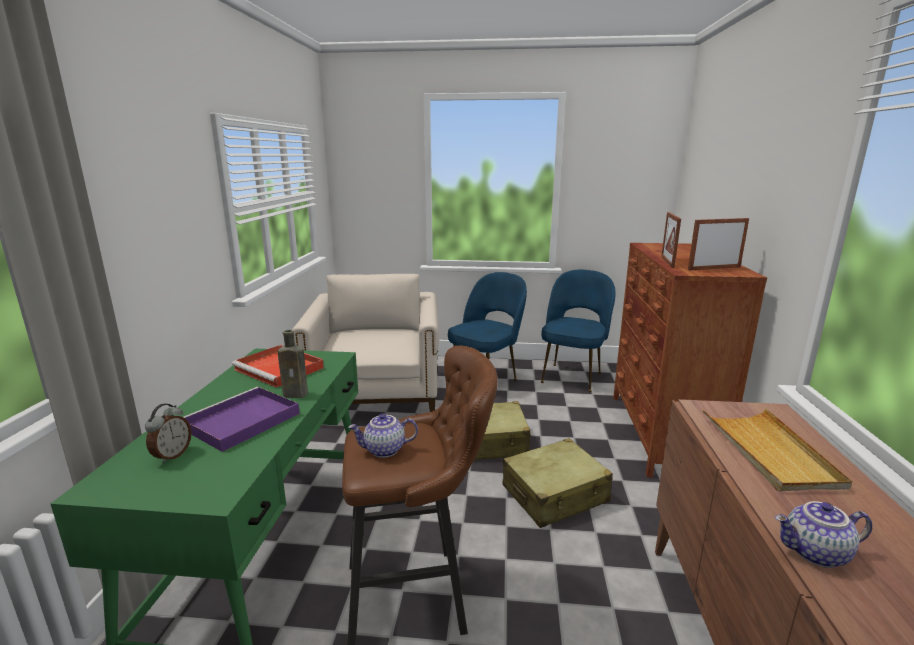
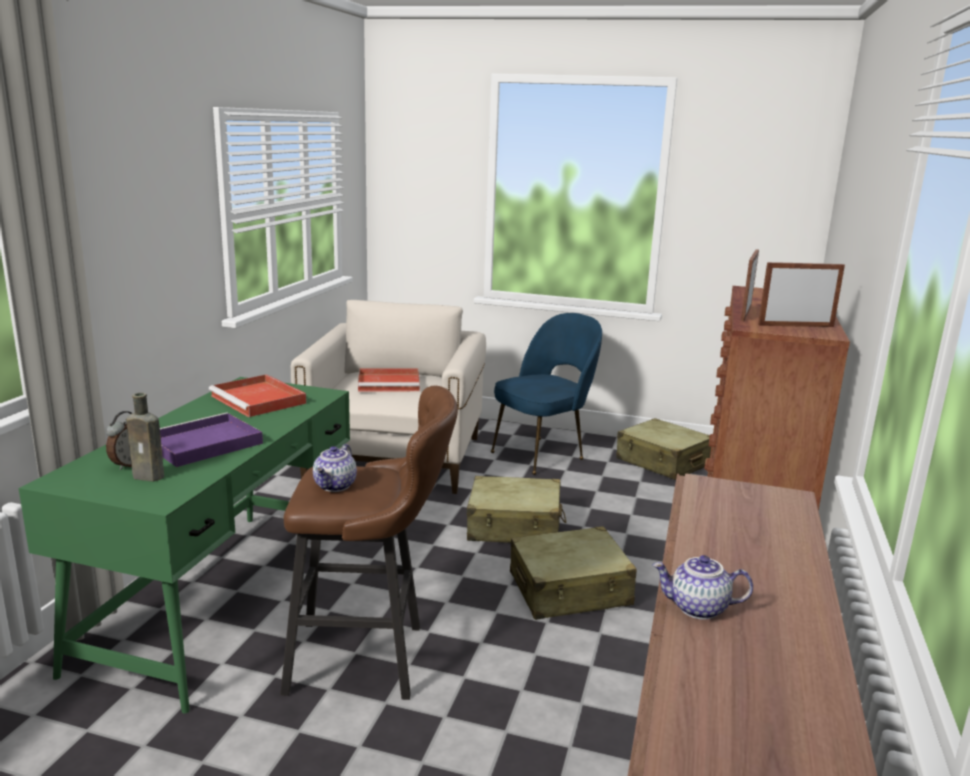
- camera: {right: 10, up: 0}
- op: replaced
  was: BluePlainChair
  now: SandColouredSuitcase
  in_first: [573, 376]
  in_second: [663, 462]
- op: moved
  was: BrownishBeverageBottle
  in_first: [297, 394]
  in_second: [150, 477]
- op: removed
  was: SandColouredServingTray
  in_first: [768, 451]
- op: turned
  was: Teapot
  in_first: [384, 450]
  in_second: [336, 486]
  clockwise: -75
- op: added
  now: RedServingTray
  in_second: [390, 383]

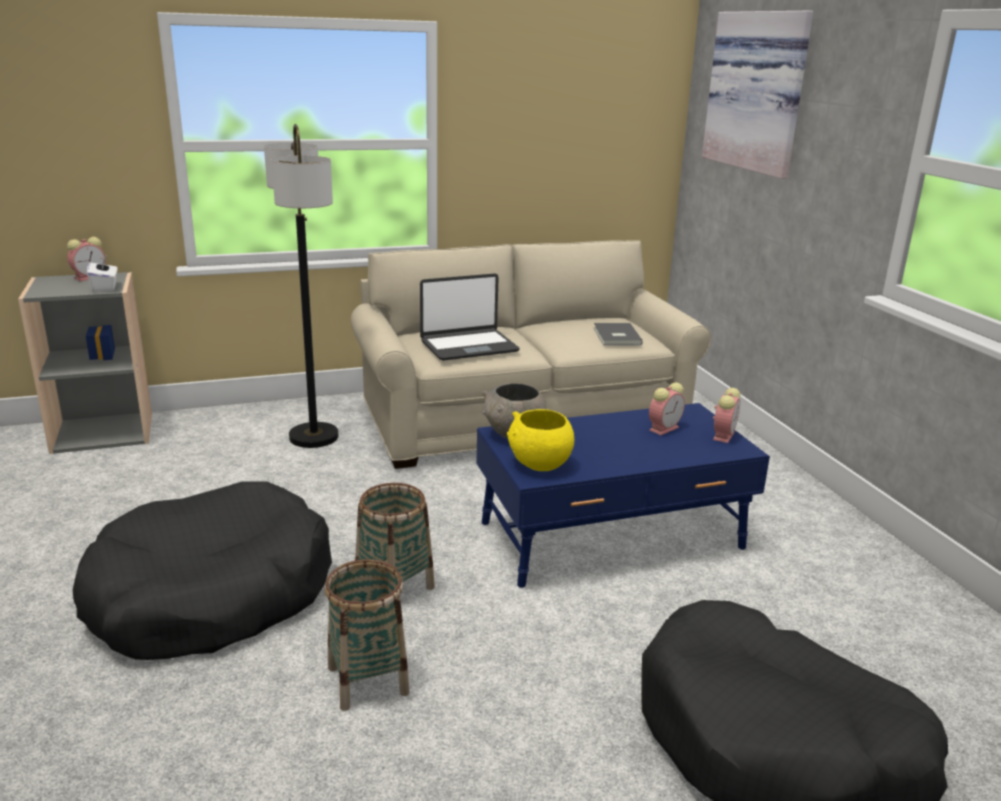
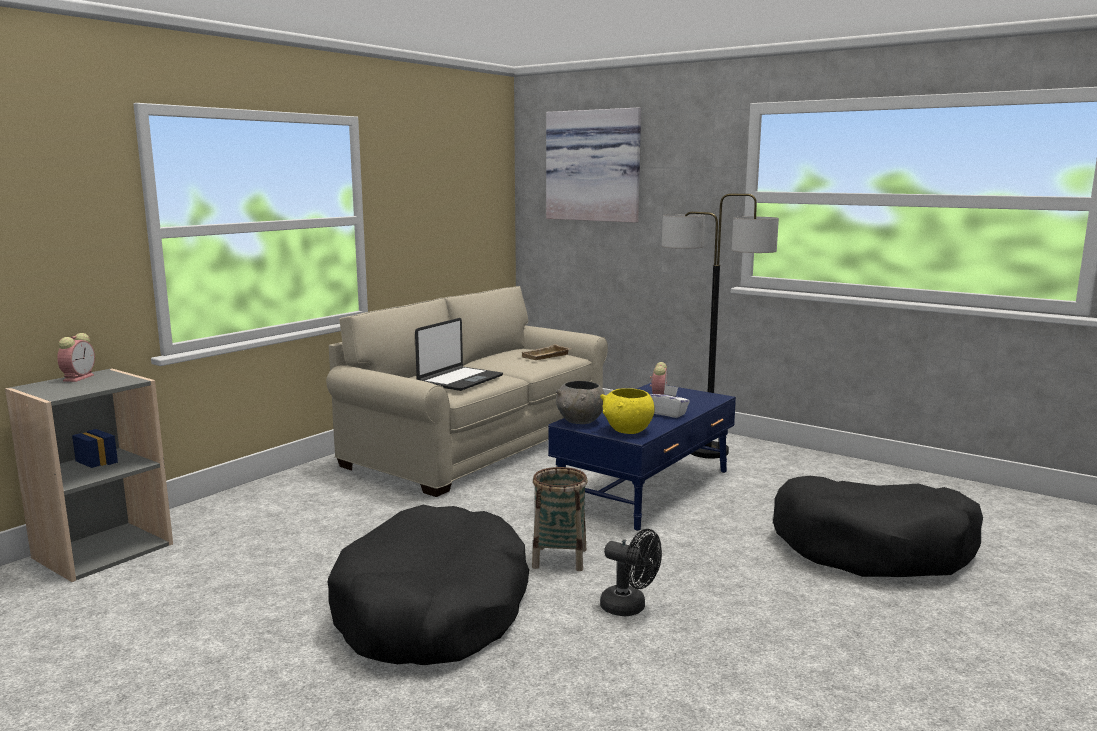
- camera: {right: -35, up: -10}
- op: moved
  was: FloorLamp
  in_first: [314, 437]
  in_second: [707, 451]
- op: moved
  was: WhiteTissueBox
  in_first: [105, 287]
  in_second: [668, 413]
- op: replaced
  was: GreyBoundBook
  now: SandColouredServingTray
  in_first: [615, 336]
  in_second: [546, 356]
- op: removed
  was: TableClock
  in_first: [723, 435]
- op: replaced
  was: Basket
  now: BlackColouredCoolingFan
  in_first: [368, 680]
  in_second: [630, 608]

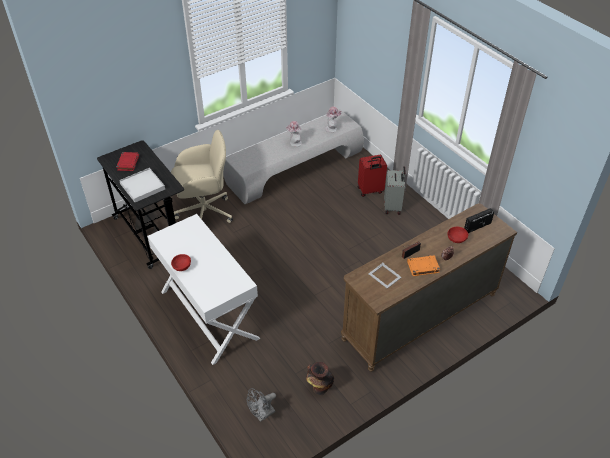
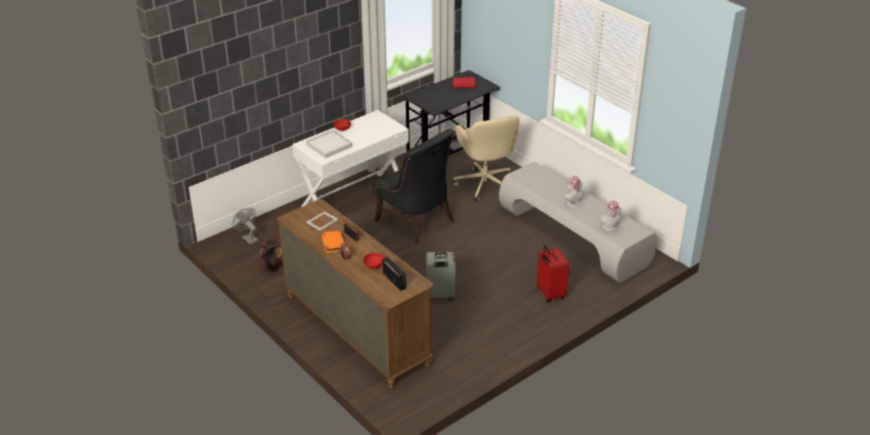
- camera: {right: 85, up: -10}
- op: moved
  was: GreySuitcase
  in_first: [393, 206]
  in_second: [439, 295]
- op: moved
  was: WhiteServingTray
  in_first: [142, 186]
  in_second: [329, 146]
- op: added
  now: BlackColouredPlainChair
  in_second: [416, 221]

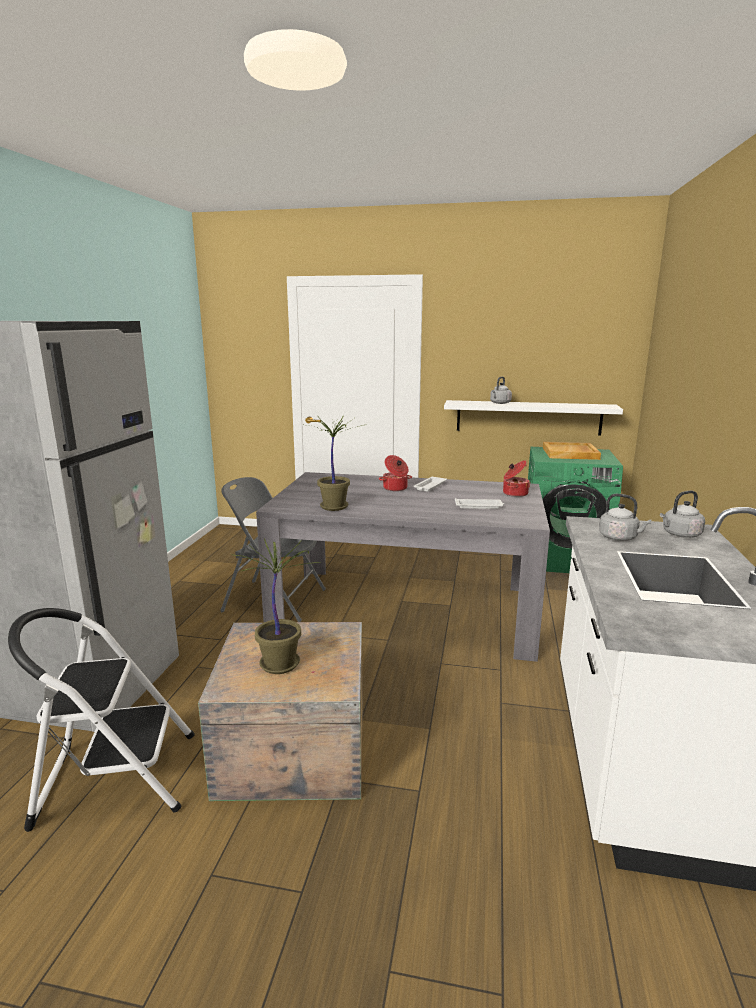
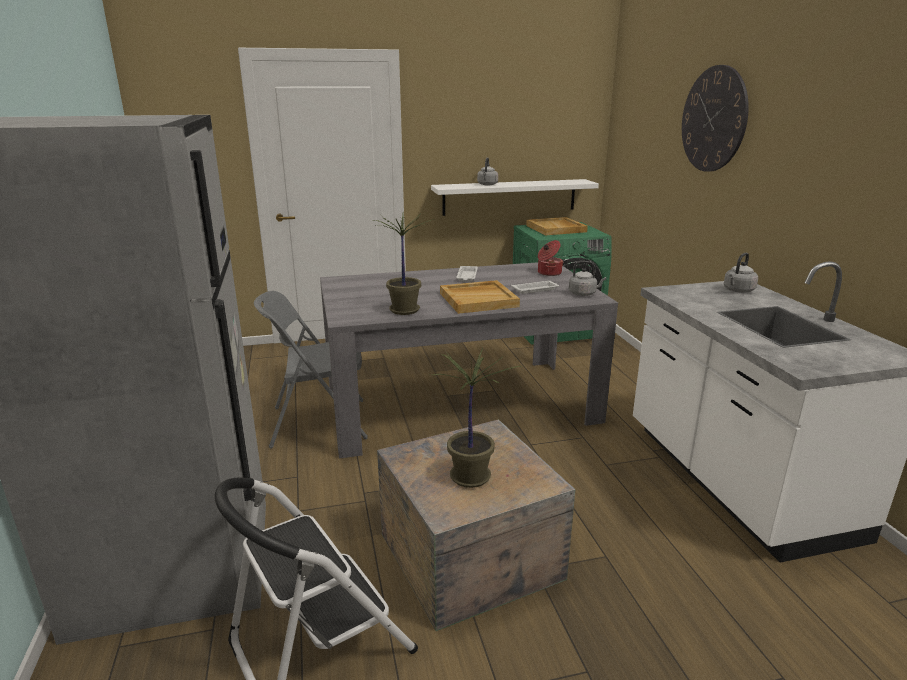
- camera: {right: -25, up: 5}
- op: removed
  was: CookingPot
  in_first: [395, 488]
- op: moved
  was: GreyWaterKettle
  in_first: [620, 538]
  in_second: [584, 294]
- op: added
  now: ClockOnTheWall
  in_second: [713, 119]
- op: added
  now: SandColouredServingTray
  in_second: [478, 299]

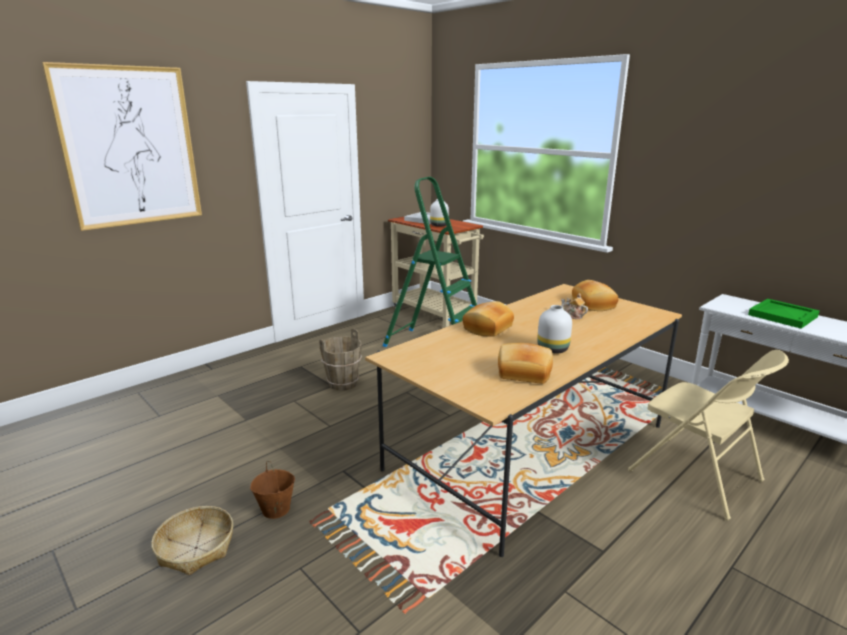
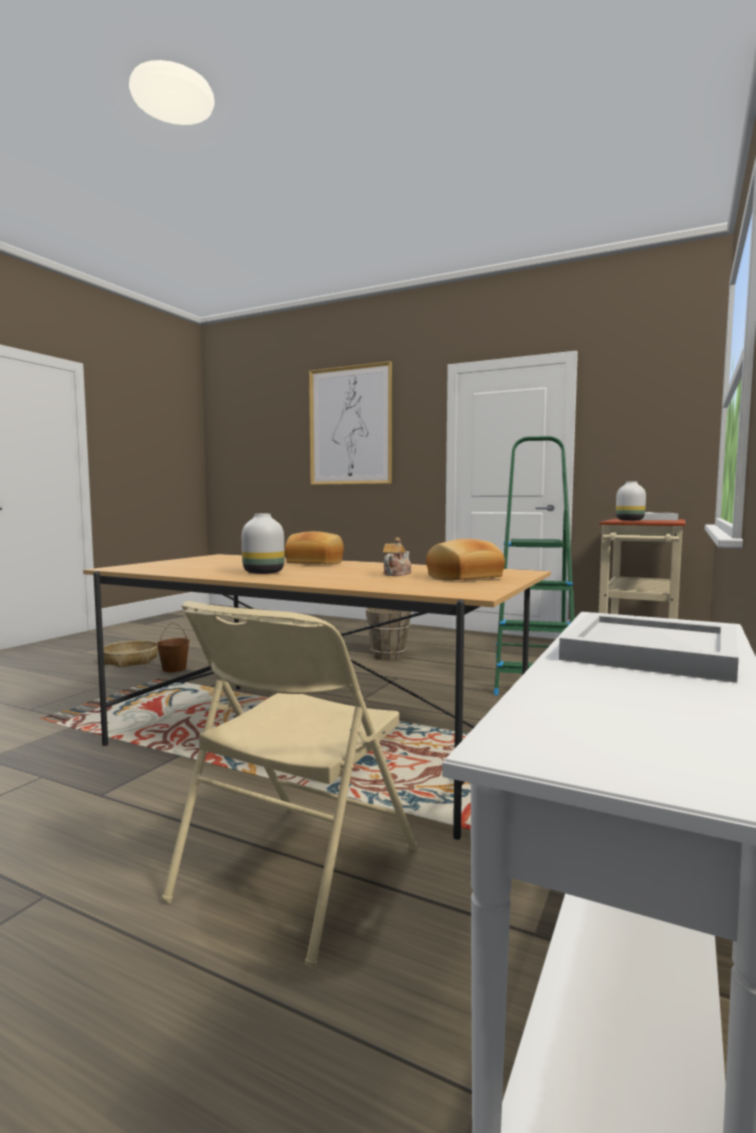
- camera: {right: 70, up: -15}
- op: recoloured
  was: GreenishServingTray
  now: WhiteServingTray
  in_first: [783, 316]
  in_second: [647, 652]
- op: removed
  was: Bread
  in_first: [524, 374]

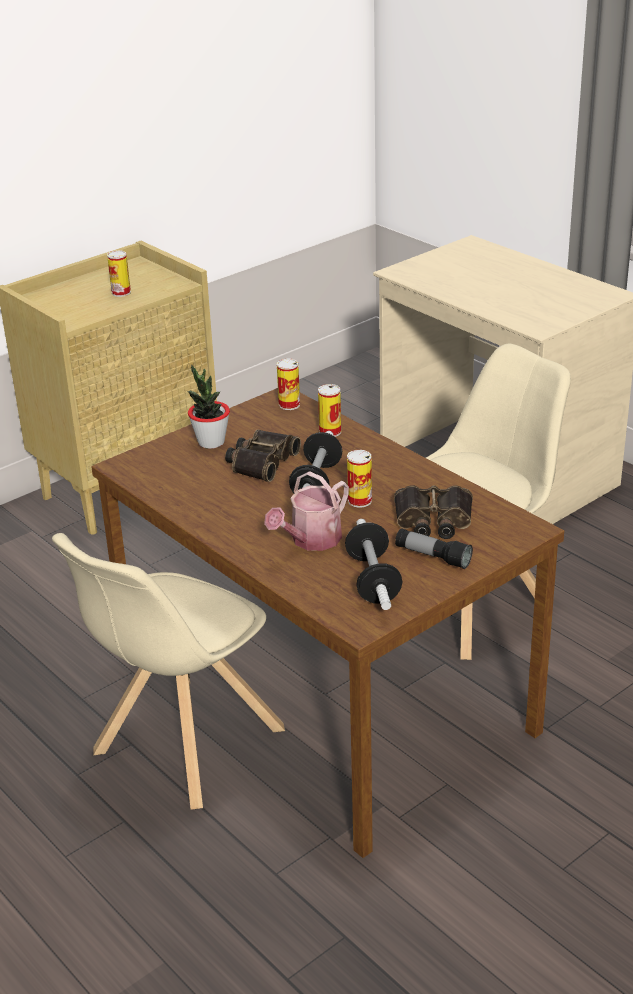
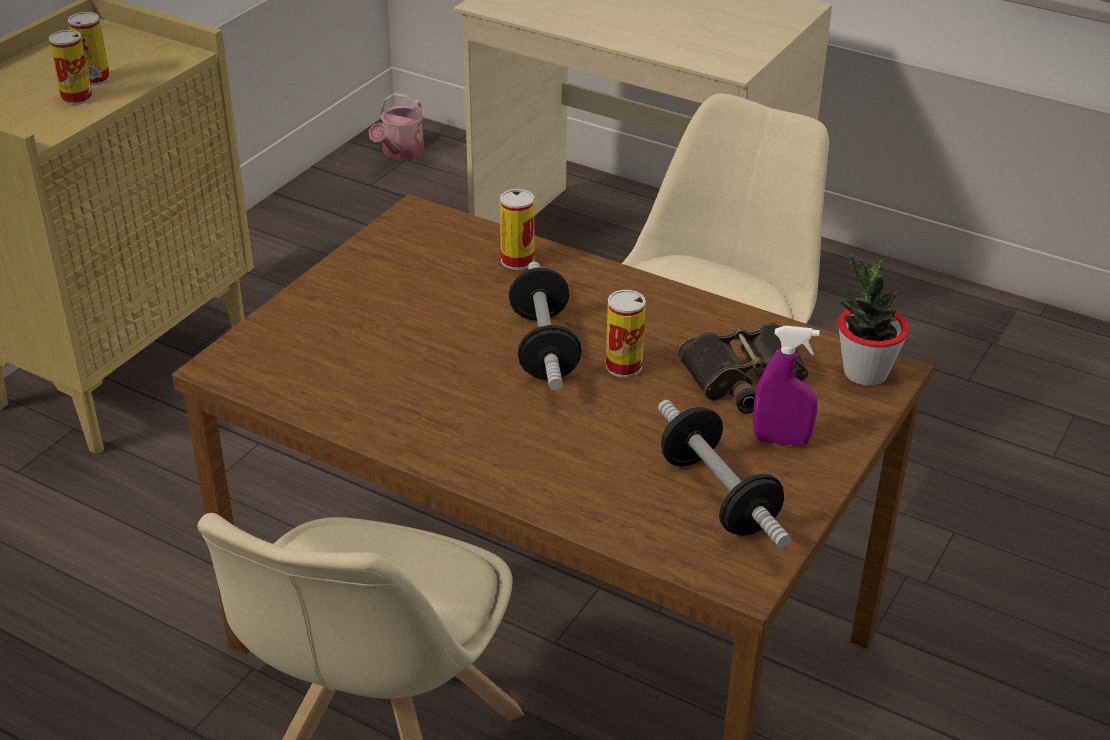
- camera: {right: -20, up: 5}
- op: moved
  was: MetalCan
  in_first: [289, 405]
  in_second: [77, 97]
- op: moved
  was: Houseplant
  in_first: [211, 442]
  in_second: [865, 373]
- op: removed
  was: FieldGlasses
  in_first: [261, 462]
- op: moved
  was: WateringPot
  in_first: [311, 540]
  in_second: [400, 152]
- op: replaced
  was: Flashlight
  now: PurpleColouredHandSprayer
  in_first: [432, 557]
  in_second: [781, 440]

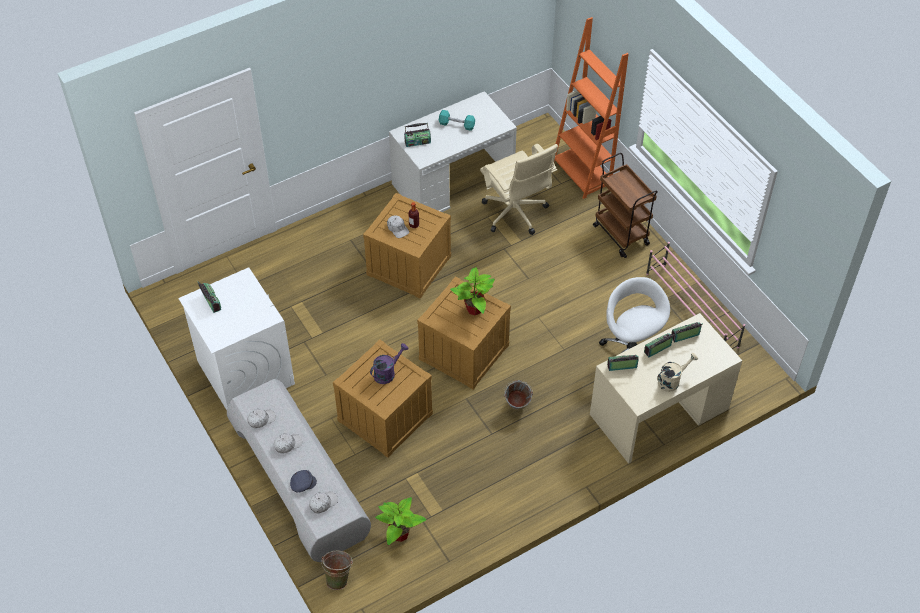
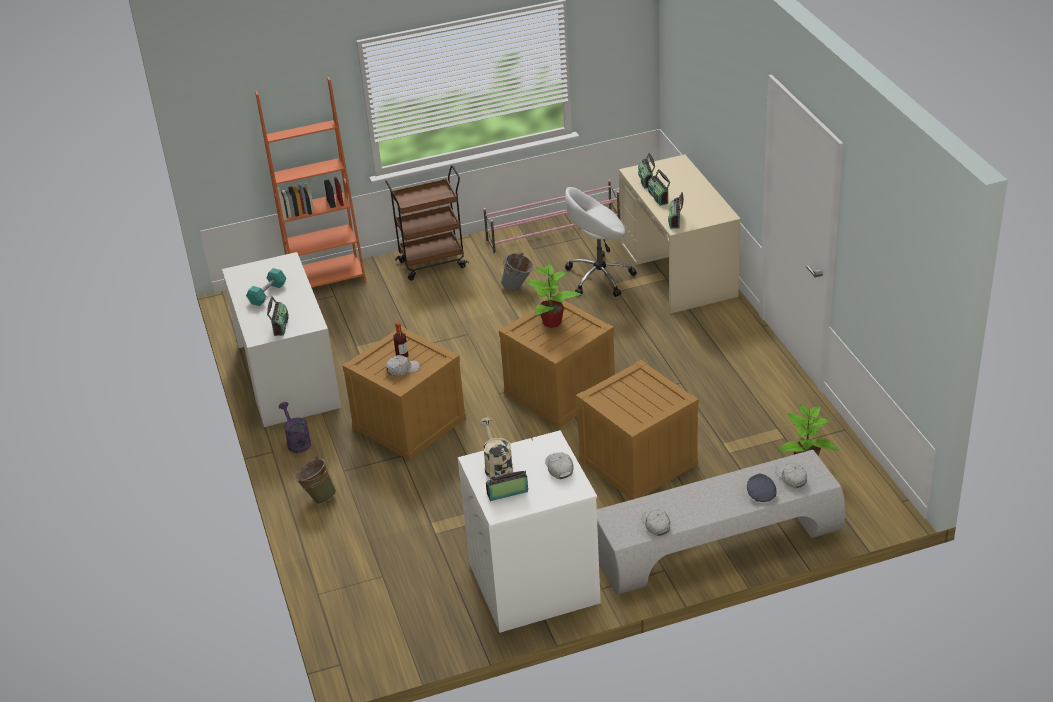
- camera: {right: -75, up: -15}
- op: removed
  was: SandColouredComputerChair
  in_first: [516, 215]
- op: moved
  was: PurpleColouredWateringPot
  in_first: [387, 373]
  in_second: [297, 441]
- op: moved
  was: SandColouredWateringPot
  in_first: [672, 380]
  in_second: [496, 466]
- op: moved
  was: GreyPail
  in_first: [517, 408]
  in_second: [518, 288]
- op: moved
  was: WhiteCap
  in_first: [287, 444]
  in_second: [559, 468]
- op: moved
  was: GreenishPail
  in_first: [339, 577]
  in_second: [317, 497]

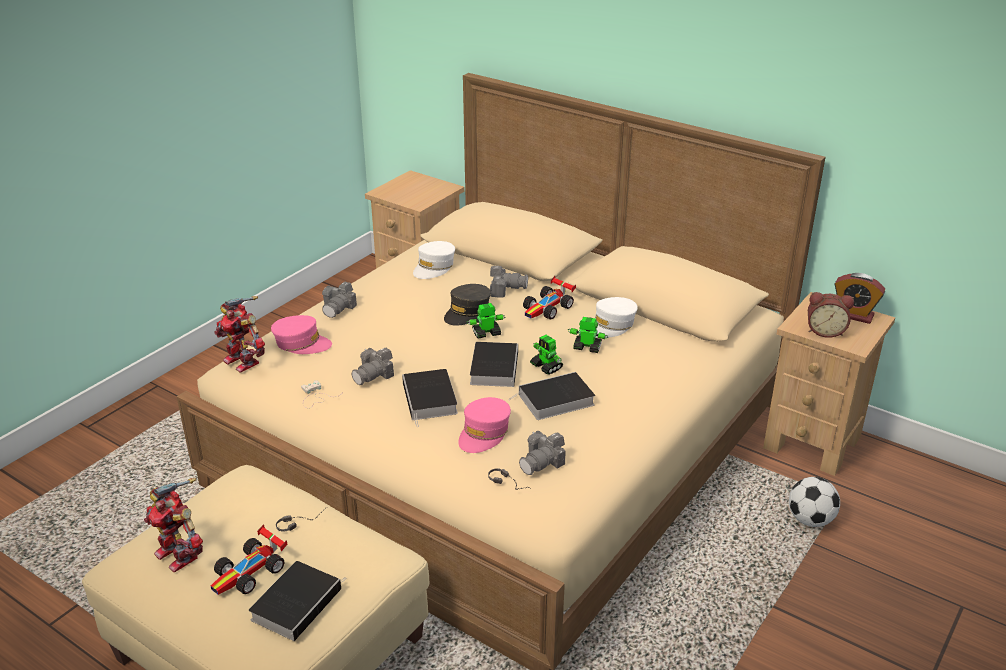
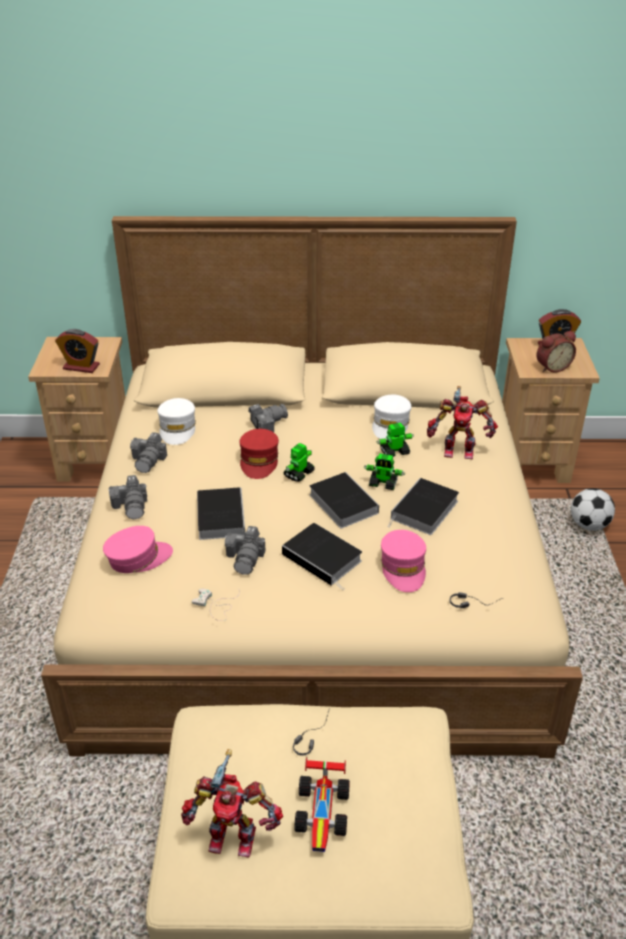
- camera: {right: -35, up: 5}
- op: removed
  was: MiniatureCar
  in_first: [548, 308]
- op: recoloured
  was: GreyCap
  now: RedCap
  in_first: [467, 312]
  in_second: [259, 460]
- op: moved
  was: ModelRobot
  in_first: [243, 361]
  in_second: [458, 450]
- op: moved
  was: PhotoCamera
  in_first: [542, 462]
  in_second: [149, 460]
- op: moved
  was: BoundBook
  in_first: [297, 602]
  in_second: [220, 516]
- op: added
  now: TableClock
  in_second: [81, 367]

